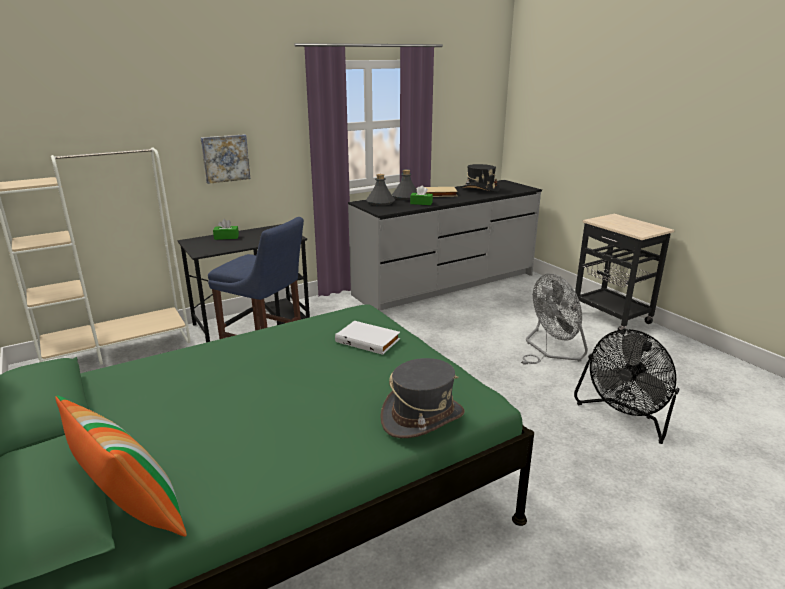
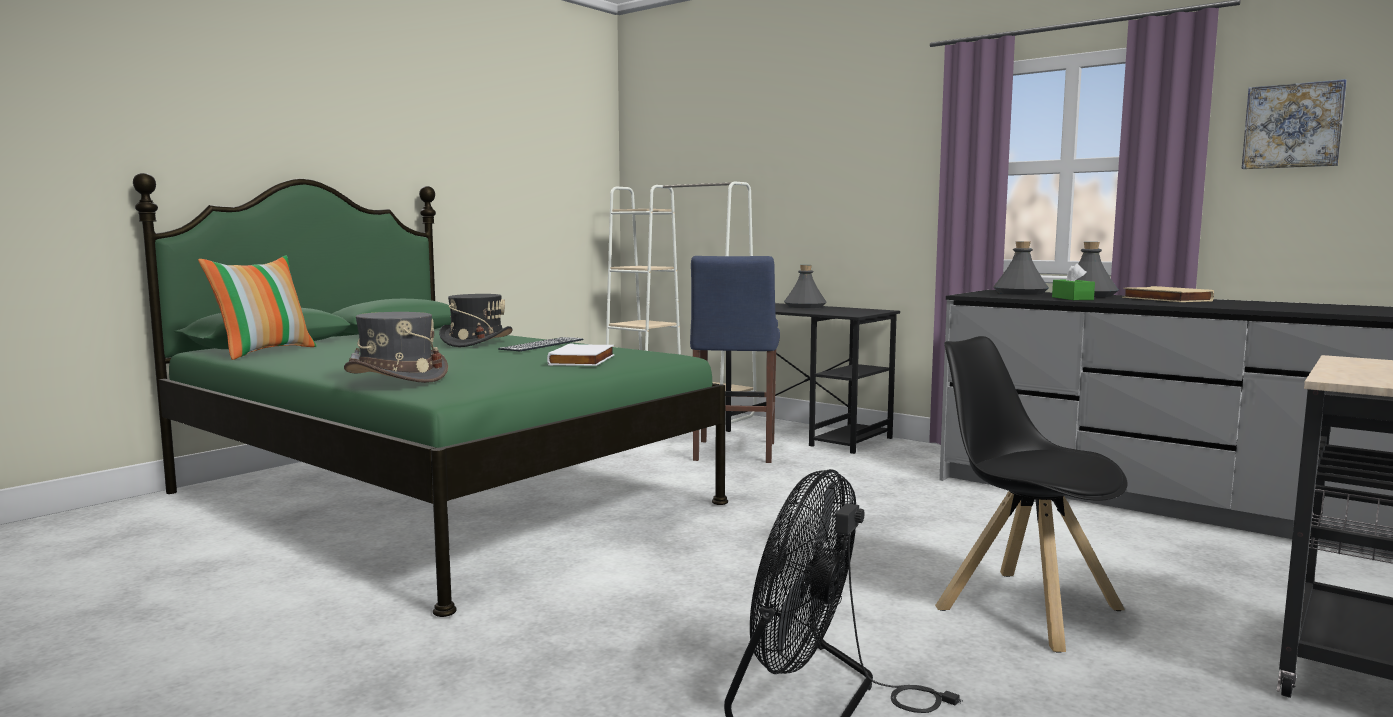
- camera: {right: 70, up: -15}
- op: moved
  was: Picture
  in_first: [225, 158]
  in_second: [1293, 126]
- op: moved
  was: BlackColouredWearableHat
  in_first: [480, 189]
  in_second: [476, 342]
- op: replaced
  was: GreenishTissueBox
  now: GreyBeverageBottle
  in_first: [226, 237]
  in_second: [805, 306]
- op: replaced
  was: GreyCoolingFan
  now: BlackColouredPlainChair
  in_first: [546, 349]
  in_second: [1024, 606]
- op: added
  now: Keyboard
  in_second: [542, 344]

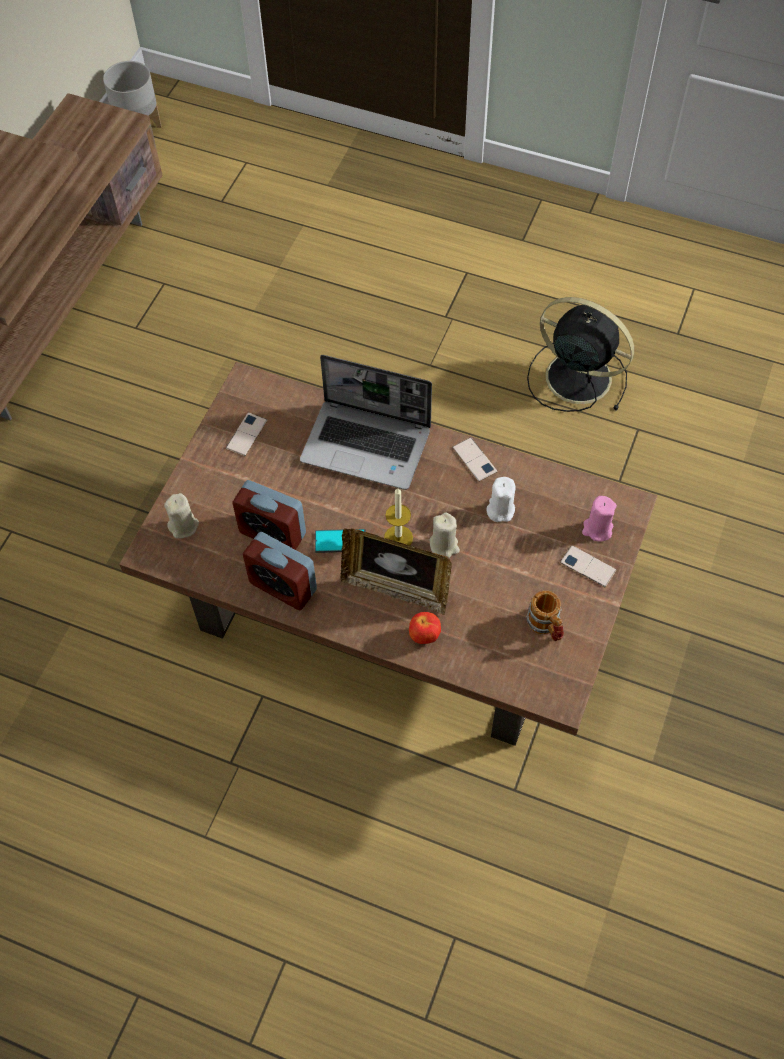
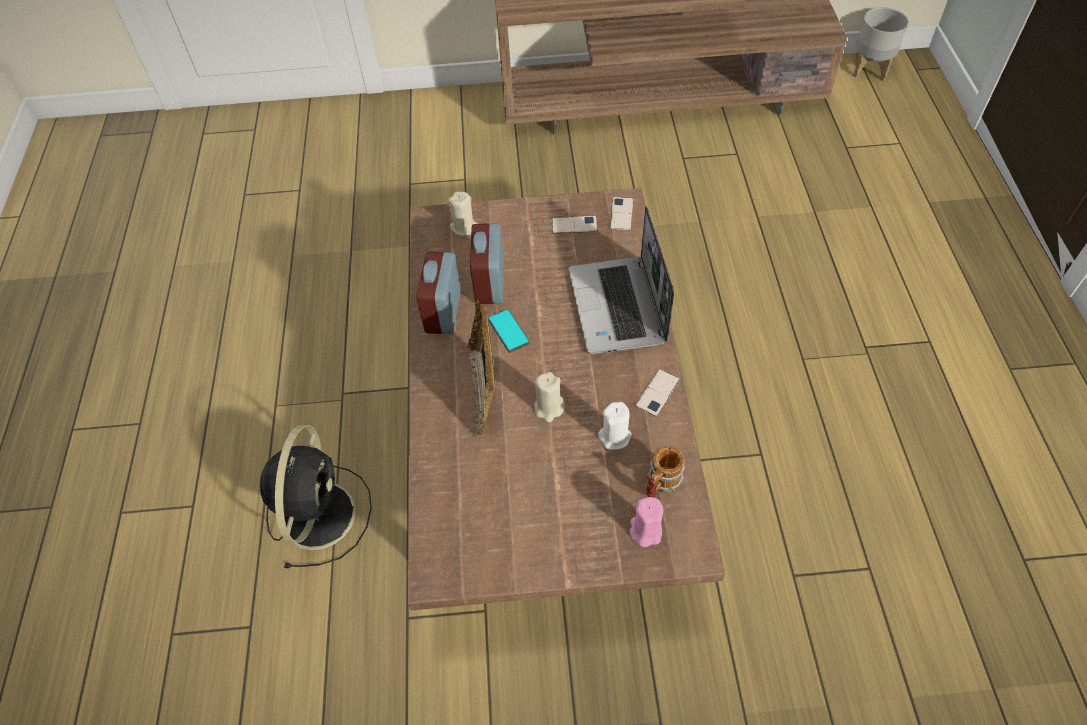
- camera: {right: 65, up: -5}
- op: moved
  was: BlackColouredCoolingFan
  in_first: [575, 376]
  in_second: [319, 512]
- op: removed
  was: Candle
  in_first: [398, 538]
- op: moved
  was: Telephone
  in_first: [588, 566]
  in_second: [621, 214]
- op: moved
  was: Mug
  in_first: [546, 626]
  in_second: [660, 484]
- op: removed
  was: Apple
  in_first: [424, 636]

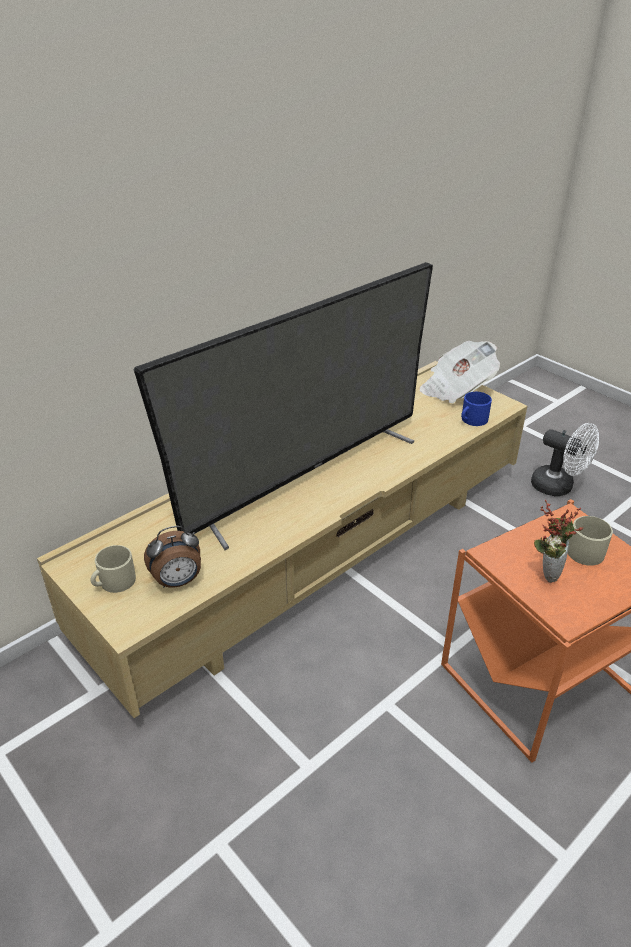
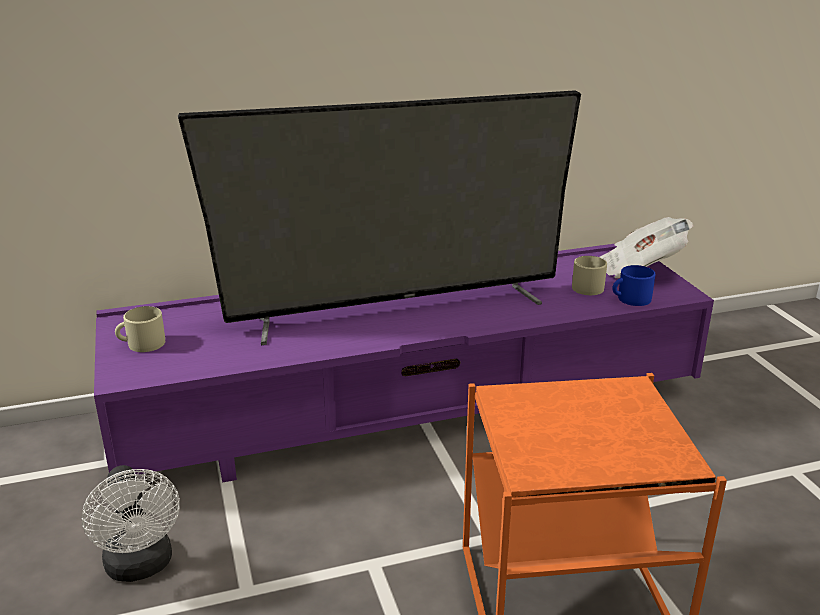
- camera: {right: 25, up: -10}
- op: recoloured
  was: SandColouredTvUnit
  now: PurpleColouredTvUnit
  in_first: [314, 548]
  in_second: [409, 405]
- op: moved
  was: WhiteCoolingFan
  in_first: [558, 487]
  in_second: [141, 566]
- op: removed
  was: Houseplant
  in_first: [547, 571]
- op: moved
  was: SandColouredMug
  in_first: [586, 549]
  in_second: [590, 287]
- op: removed
  was: TableClock
  in_first: [178, 582]

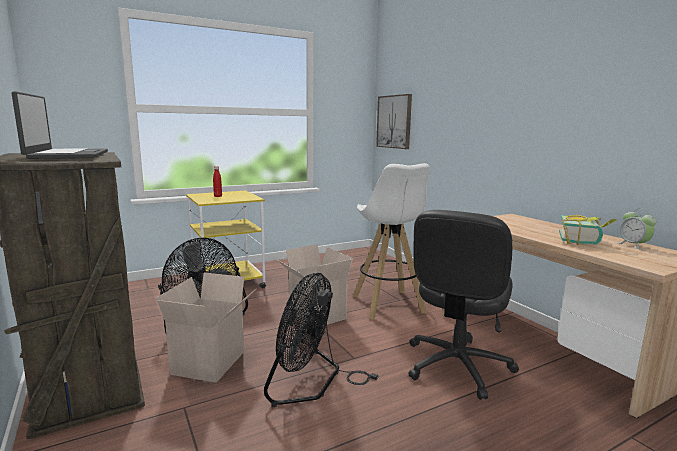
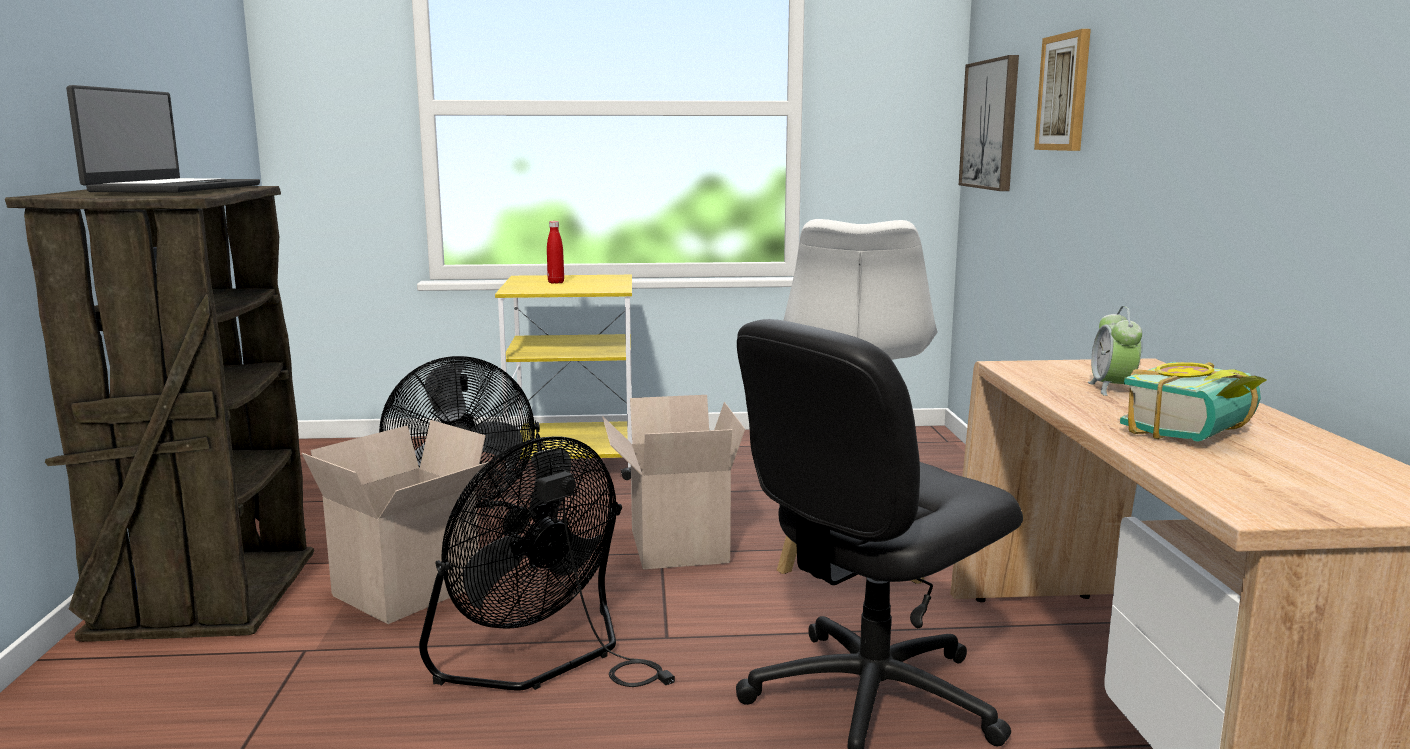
- camera: {right: 25, up: 0}
- op: moved
  was: TableClock
  in_first: [633, 245]
  in_second: [1112, 389]
- op: added
  now: Picture
  in_second: [1065, 92]

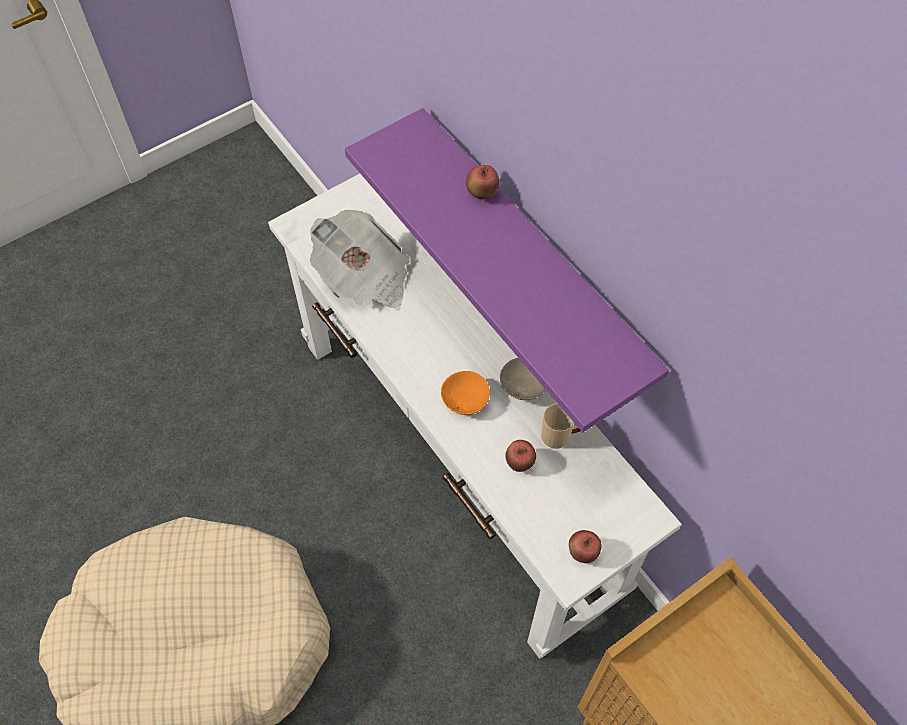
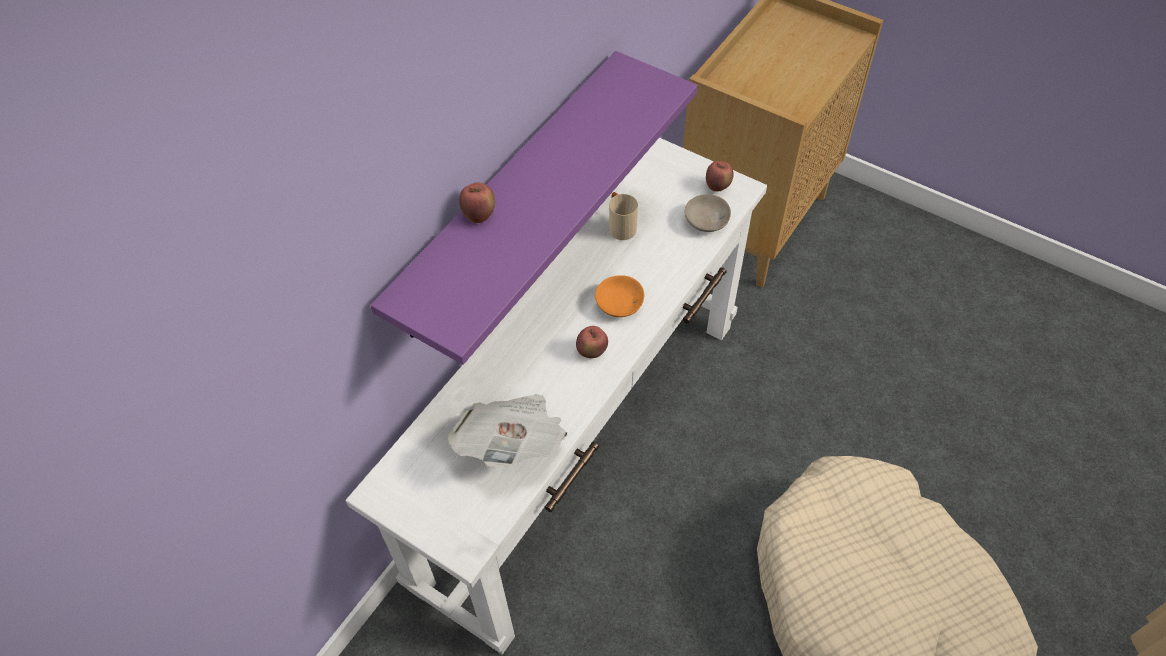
- camera: {right: -110, up: -5}
- op: moved
  was: SandColouredBowl
  in_first: [525, 385]
  in_second: [705, 220]
- op: moved
  was: Apple
  in_first: [519, 462]
  in_second: [592, 352]

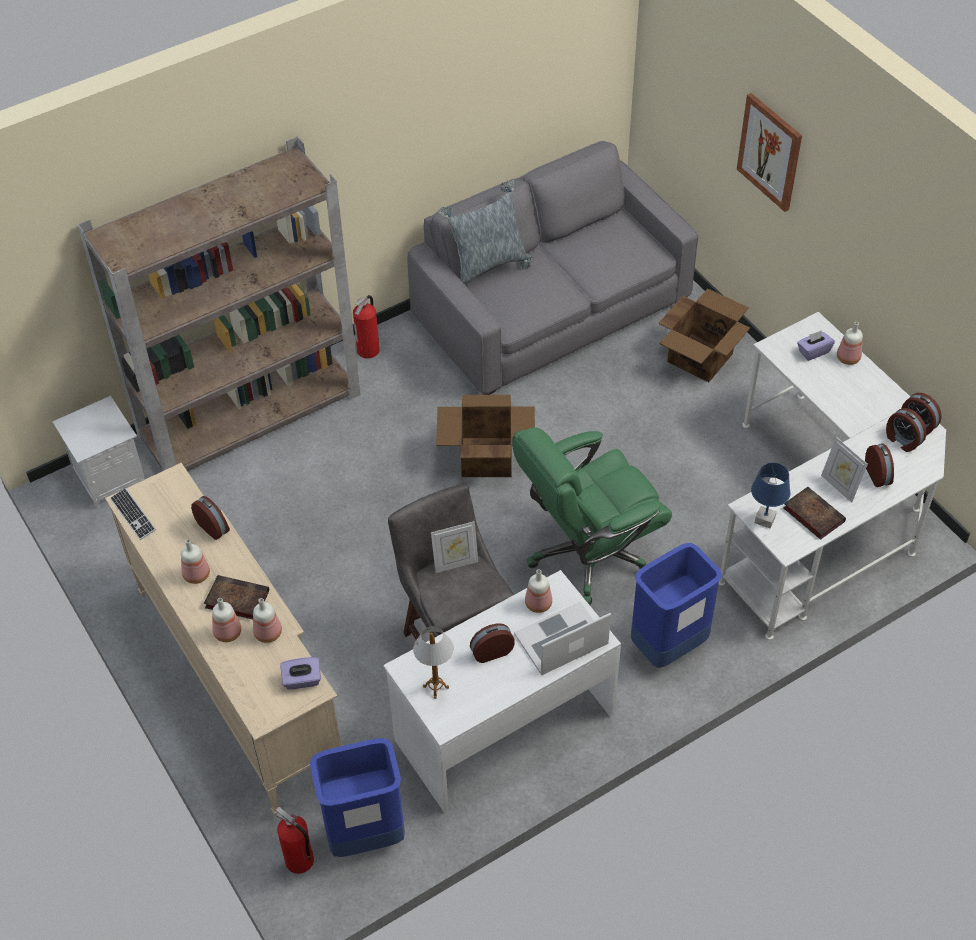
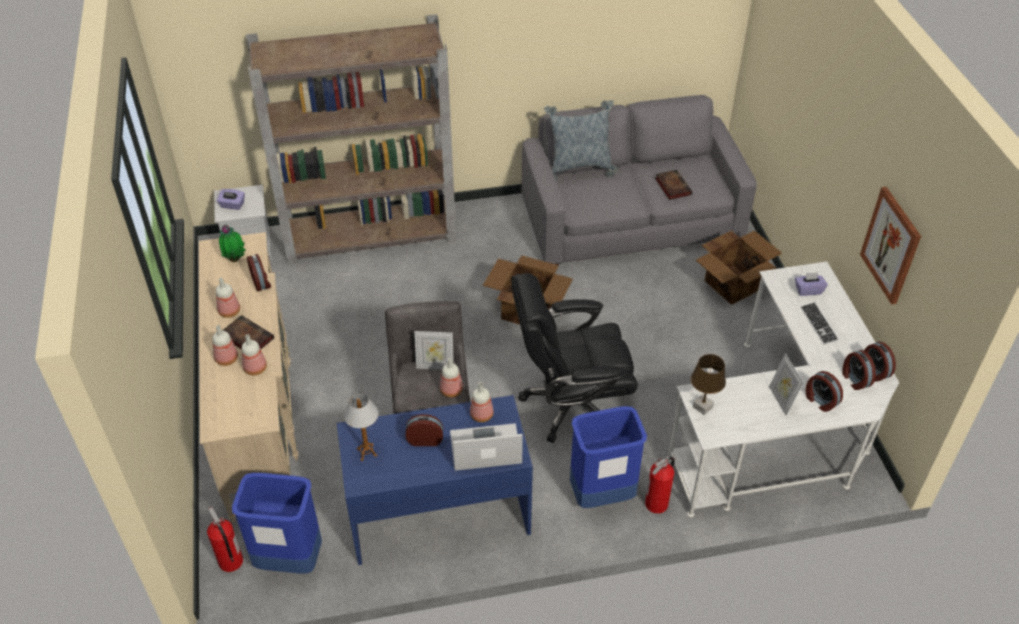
- camera: {right: 20, up: -5}
- op: moved
  was: Picture
  in_first: [770, 152]
  in_second: [891, 245]
- op: moved
  was: FireExtinguisher
  in_first: [369, 350]
  in_second: [657, 504]
- op: moved
  was: BeverageBottle
  in_first: [848, 358]
  in_second: [451, 391]
- op: recoloured
  was: GreenishComputerChair
  now: BlackColouredComputerChair
  in_first: [589, 554]
  in_second: [571, 404]
- op: turned
  was: TableClock
  in_first: [878, 475]
  in_second: [820, 401]
  clockwise: 135
- op: recoloured
  was: BlueLampForATable
  now: BrownishLampForATable
  in_first: [765, 520]
  in_second: [703, 407]
- op: moved
  was: BoundBook
  in_first: [812, 514]
  in_second: [672, 186]
- op: moved
  was: Keyboard
  in_first: [133, 515]
  in_second: [818, 324]
- op: recoloured
  was: WhiteDesk
  now: BlueDesk
  in_first: [503, 725]
  in_second: [438, 513]
- op: moved
  was: PurpleColouredTissueBox
  in_first: [302, 680]
  in_second: [232, 205]
- op: added
  now: Houseplant
  in_second: [235, 259]

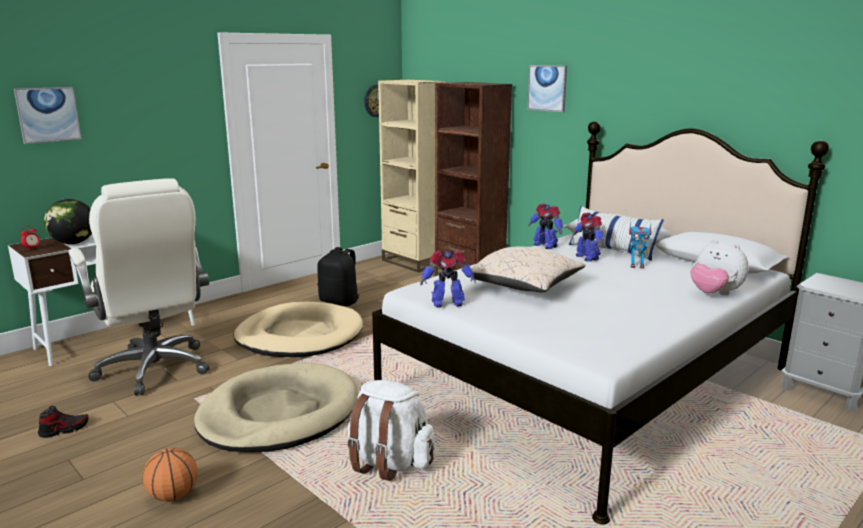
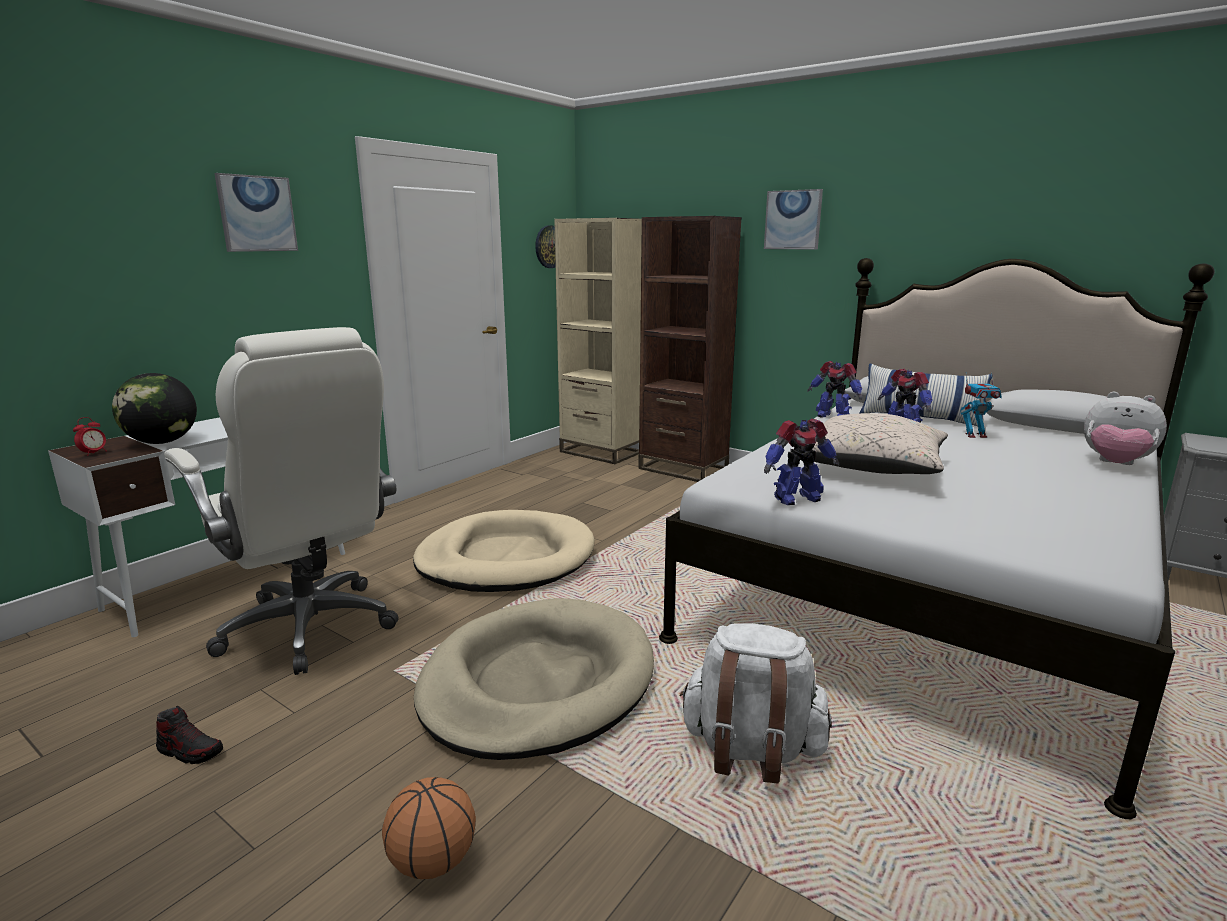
- camera: {right: -10, up: 0}
- op: moved
  was: Picture
  in_first: [48, 114]
  in_second: [257, 213]
- op: removed
  was: BlackColouredKnapsack
  in_first: [340, 301]
- op: turned
  was: LowShoe
  in_first: [64, 430]
  in_second: [190, 751]
  clockwise: 60

